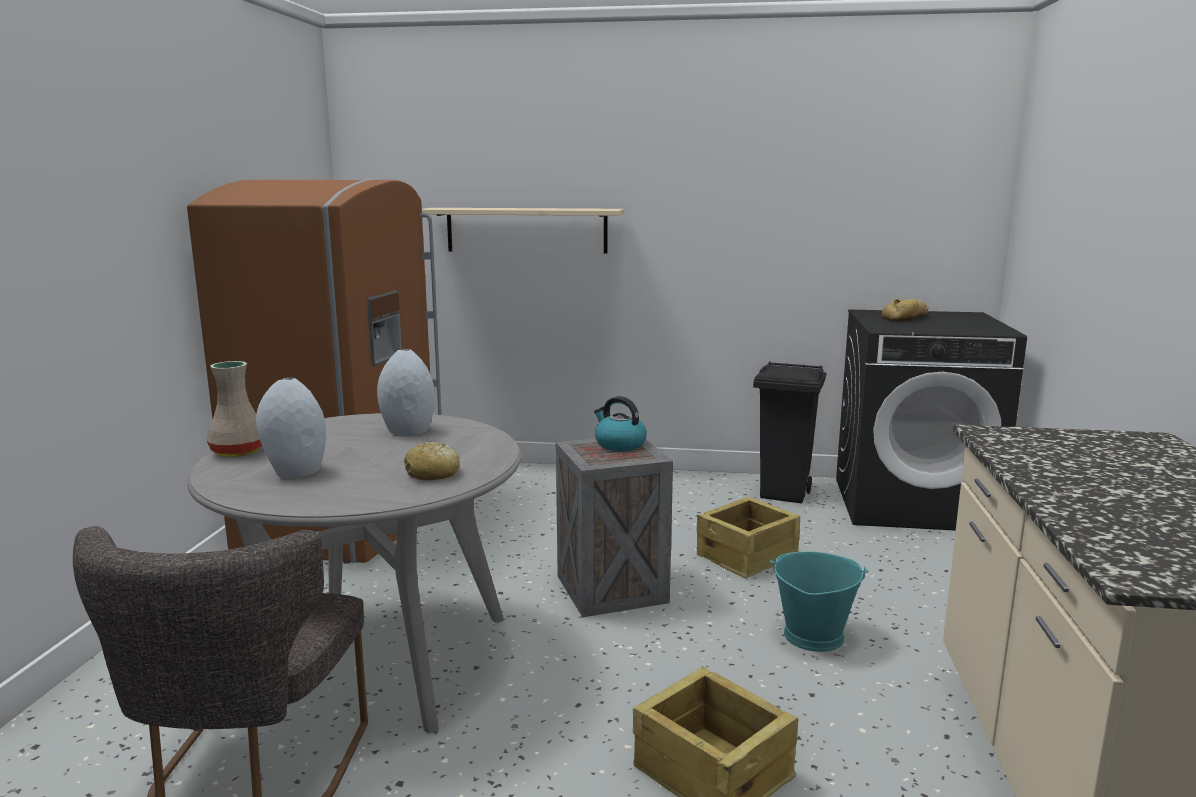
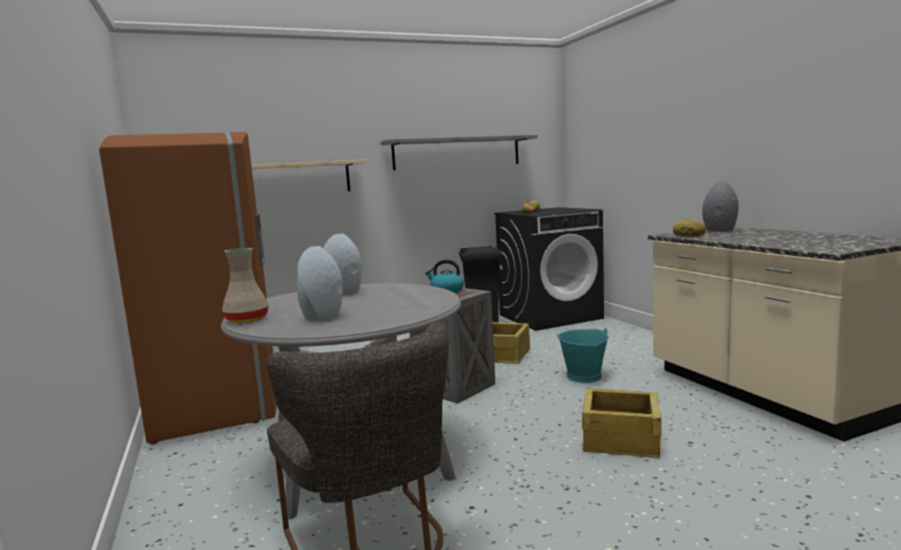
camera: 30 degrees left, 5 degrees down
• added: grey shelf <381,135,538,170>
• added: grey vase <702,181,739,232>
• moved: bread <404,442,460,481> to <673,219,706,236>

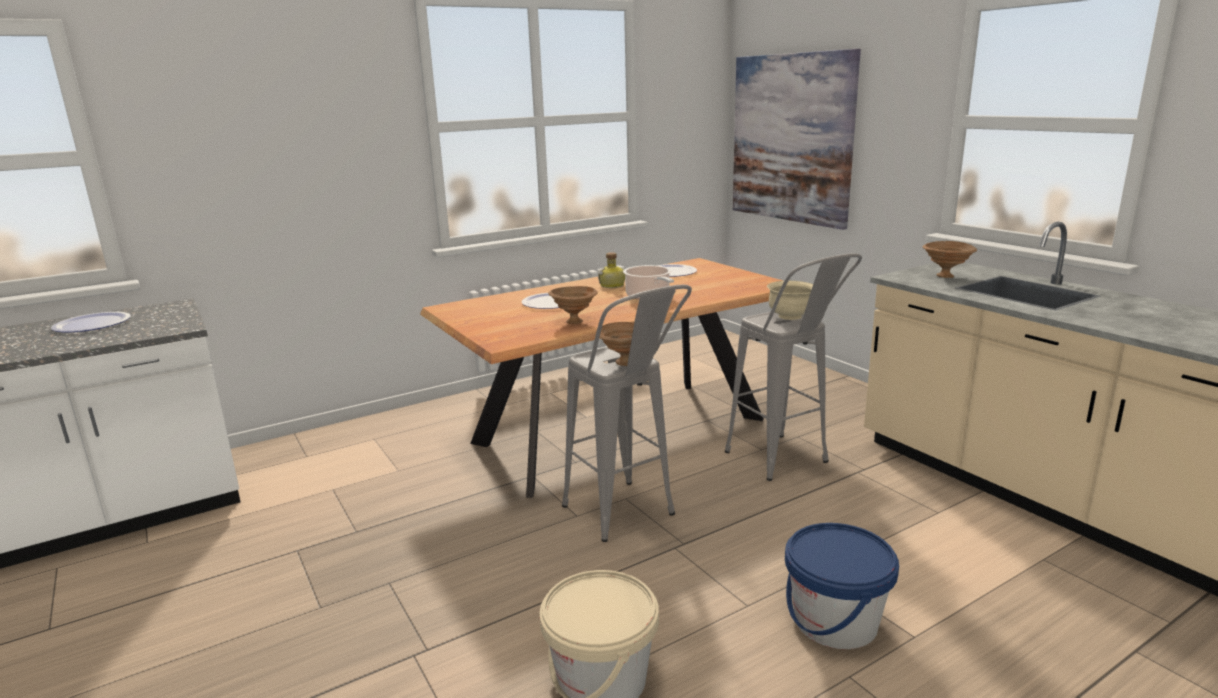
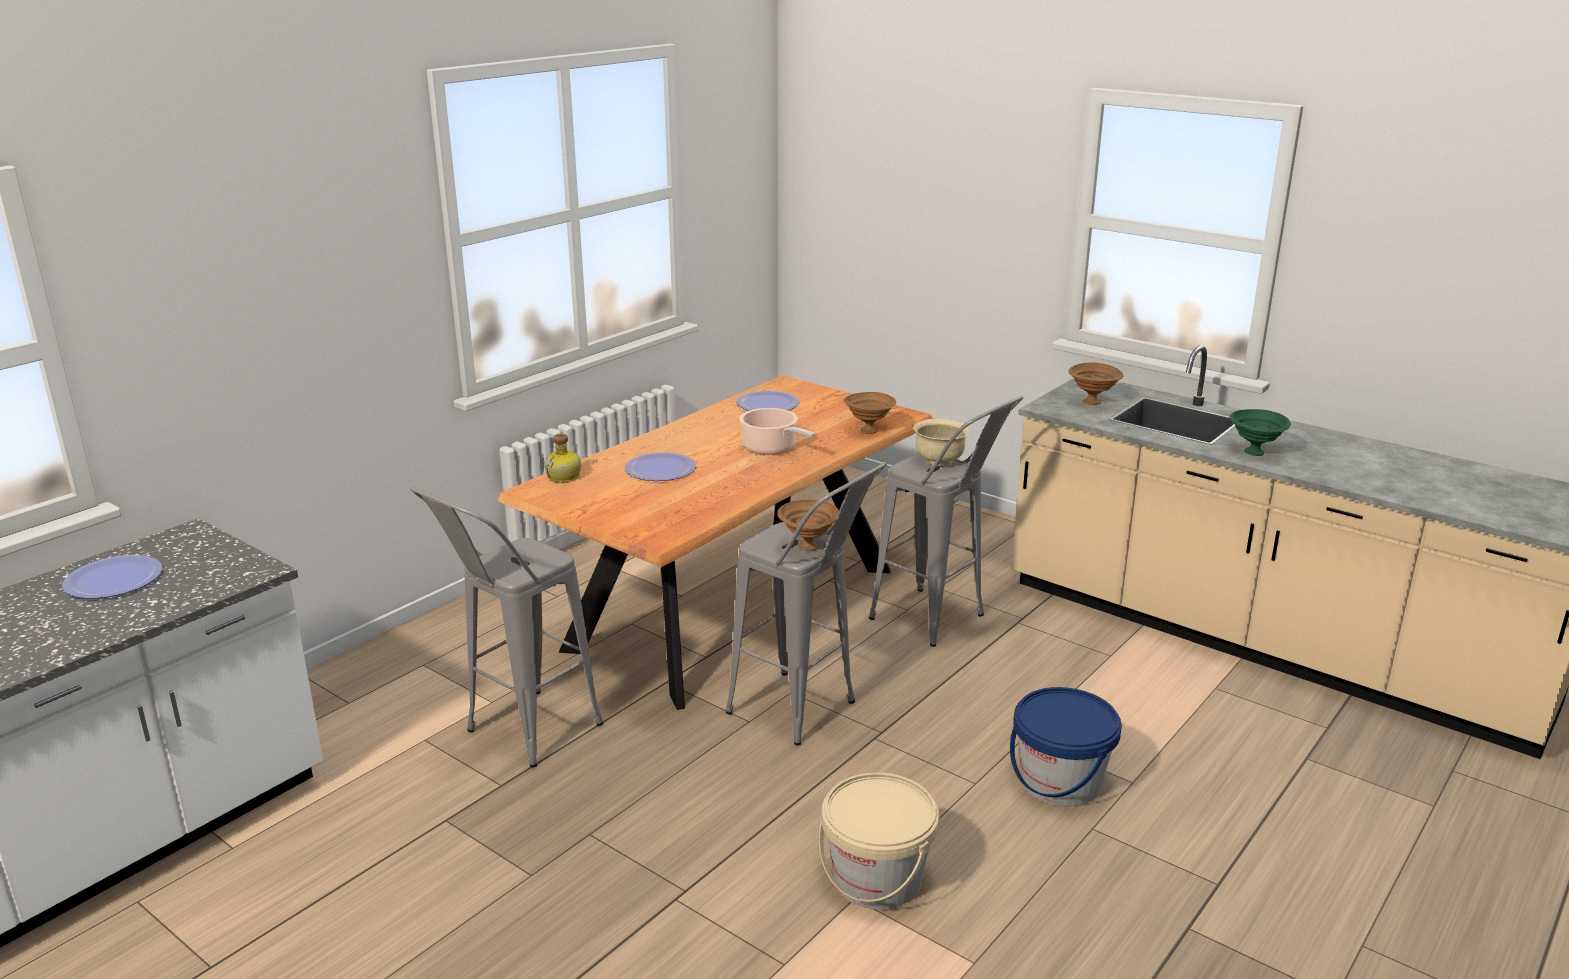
camera: 20 degrees left, 5 degrees up
• removed: picture <733,49,861,230>
• added: grey stool <410,487,603,768>
• added: green bowl <1229,409,1291,456>
• moved: brown bowl <548,286,598,324> to <844,392,896,434>
• moved: bottle <598,252,625,288> to <543,434,581,483>

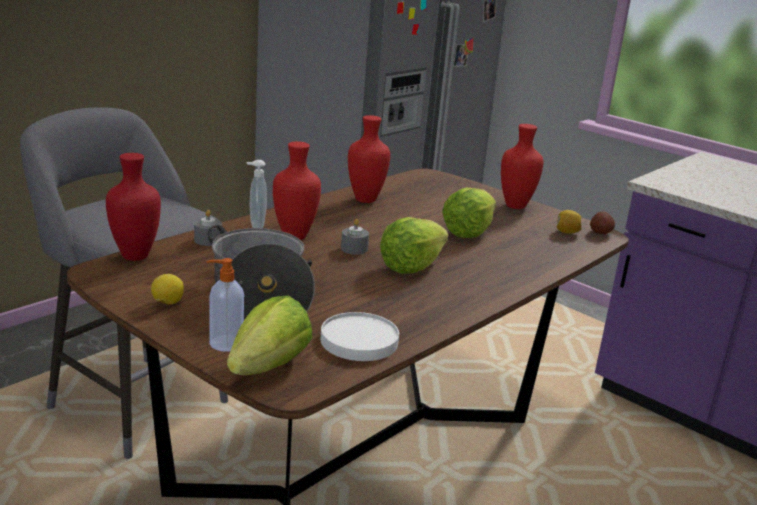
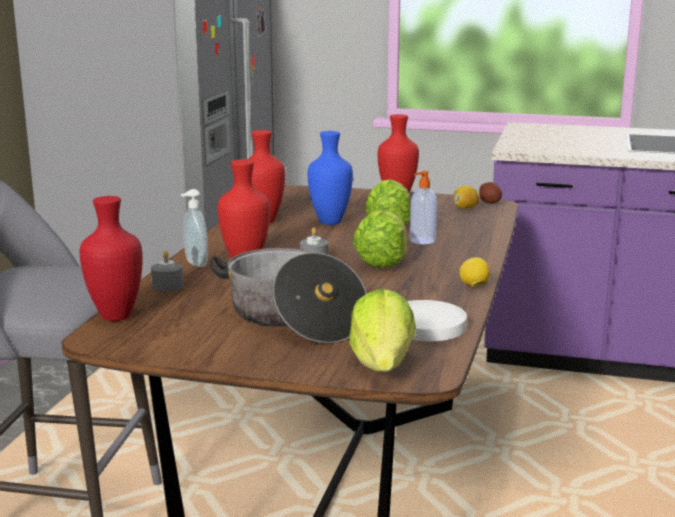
camera: 25 degrees left, 5 degrees down
• added: blue vase <307,131,353,225>
• moved: lemon <151,274,184,305> to <459,257,490,287>
• moved: soap dispenser <206,258,244,352> to <410,171,437,244>

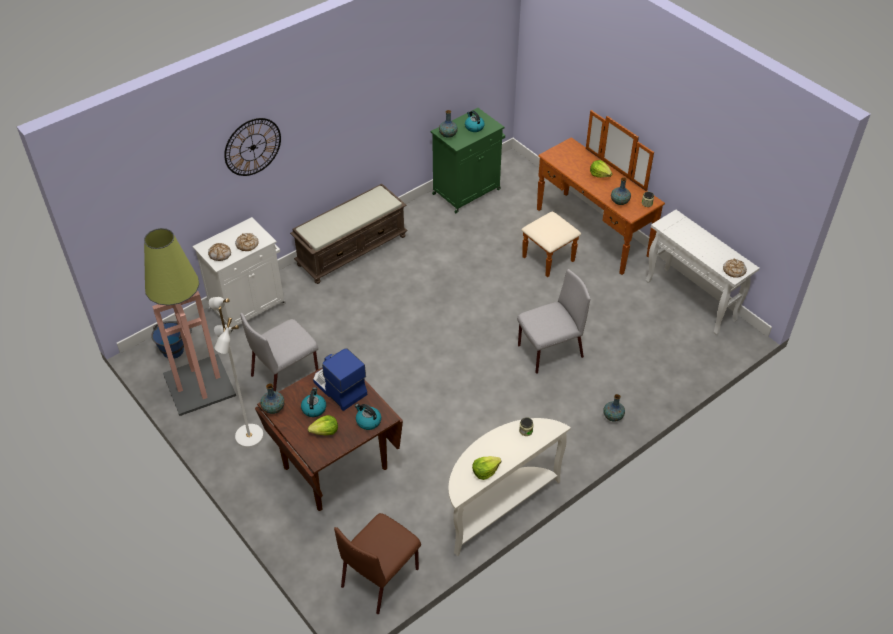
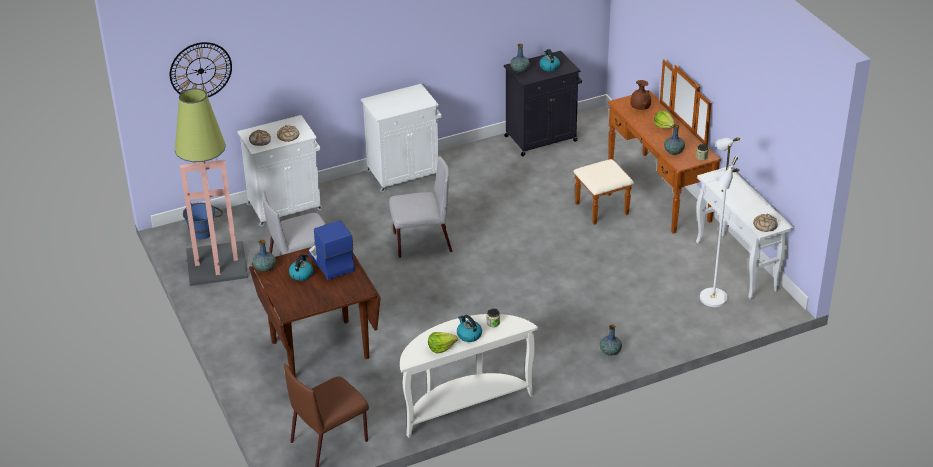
camera: 15 degrees right, 10 degrees down
• removed: lettuce <308,415,338,436>
• added: brown vase <630,80,651,110>
• moved: white floor lamp <209,297,264,448> to <700,137,740,307>
• moved: wall clock <224,118,281,176> to <170,42,232,97>
• moved: kettle <355,404,381,430> to <457,315,482,342>
• moved: grey chair <517,269,590,374> to <389,156,452,258>
• replaced: brown bench <290,184,408,284> to white cabinet <361,84,442,193>
• recoloured: green cabinet <431,108,505,213> to black cabinet <504,51,582,156>

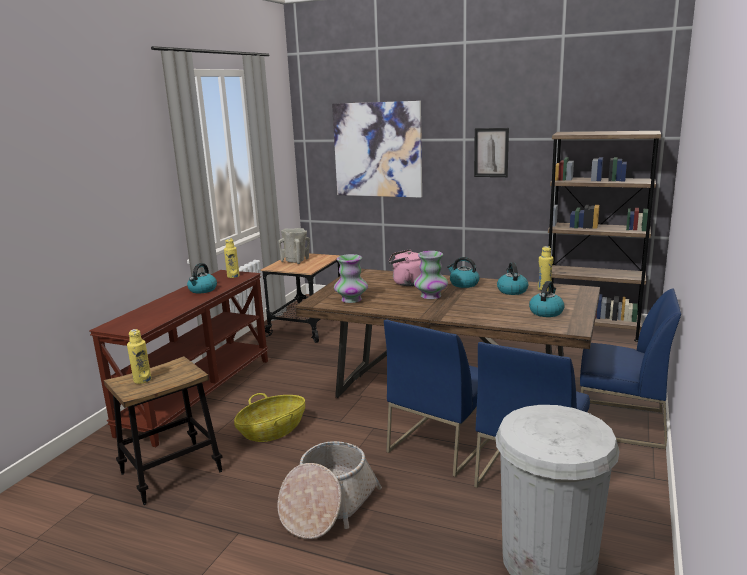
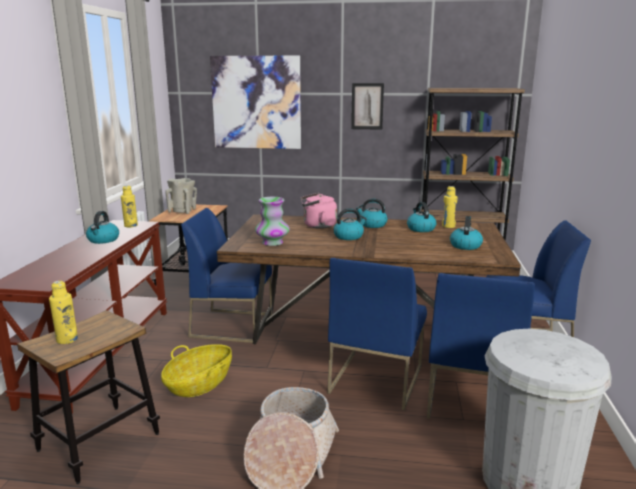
camera: 15 degrees left, 0 degrees up
• added: blue chair <181,208,272,343>
• replaced: vase <414,251,448,299> to kettle <333,208,367,240>

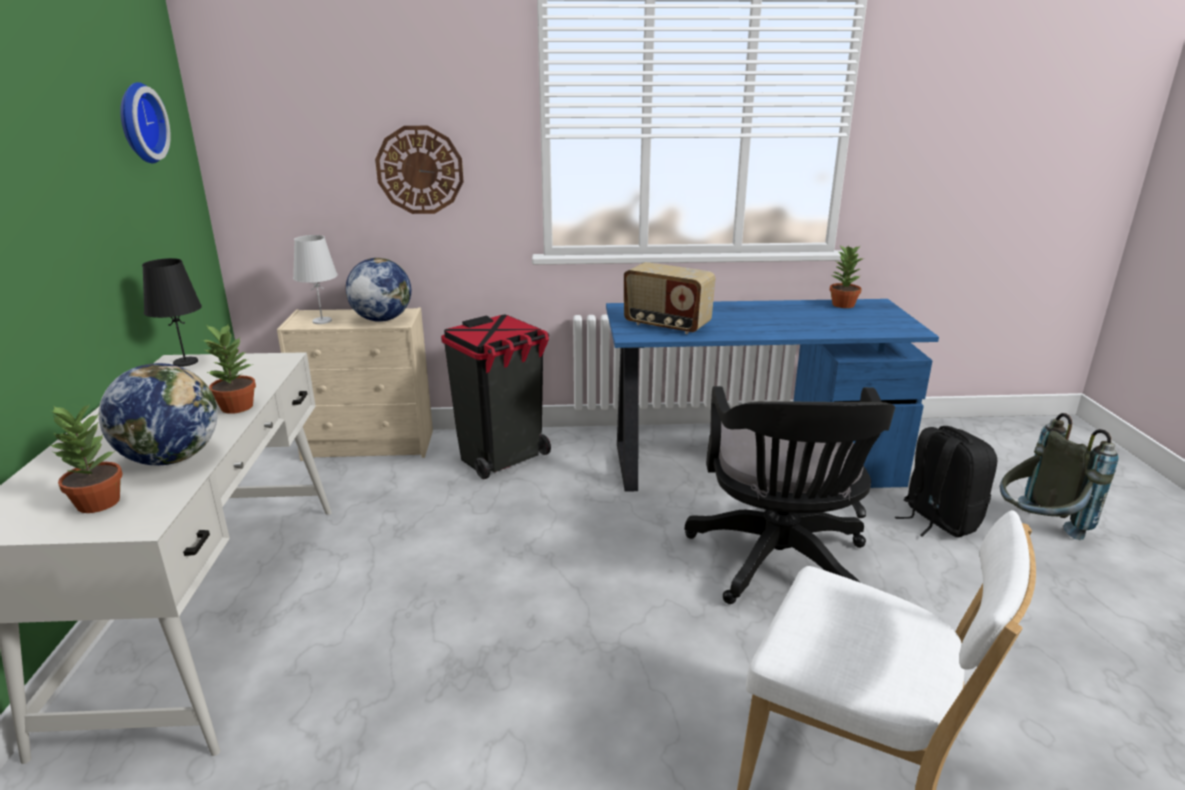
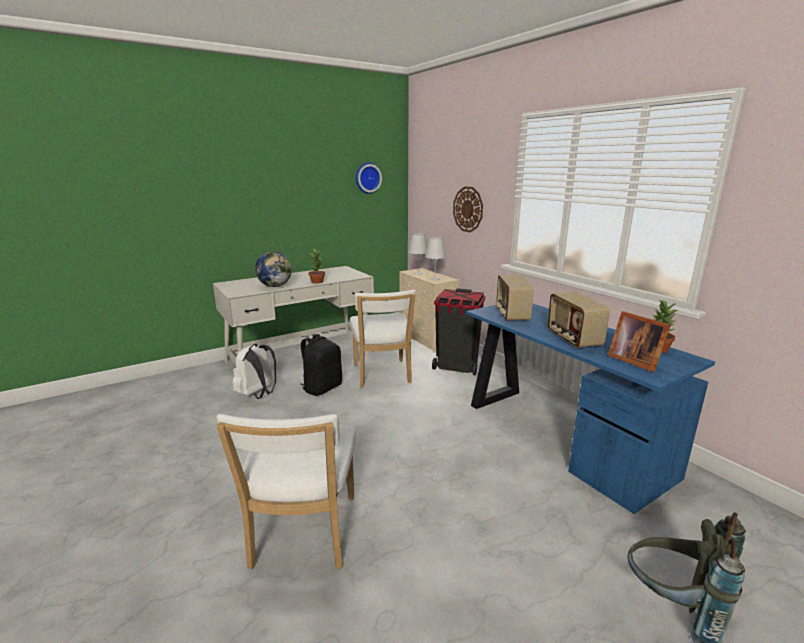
camera: 60 degrees right, 5 degrees down
• removed: potted plant <50,403,123,513>
• removed: black table lamp <142,258,202,367>
• removed: black office chair <685,386,895,604>
• added: white backpack <233,344,276,399>
• added: white chair <350,290,416,387>
• added: radio <548,292,610,348>
• added: picture frame <608,311,671,372>
• moved: black backpack <895,426,997,537> to <300,334,342,396>
• replaced: globe <346,258,411,322> to white table lamp <425,237,446,280>

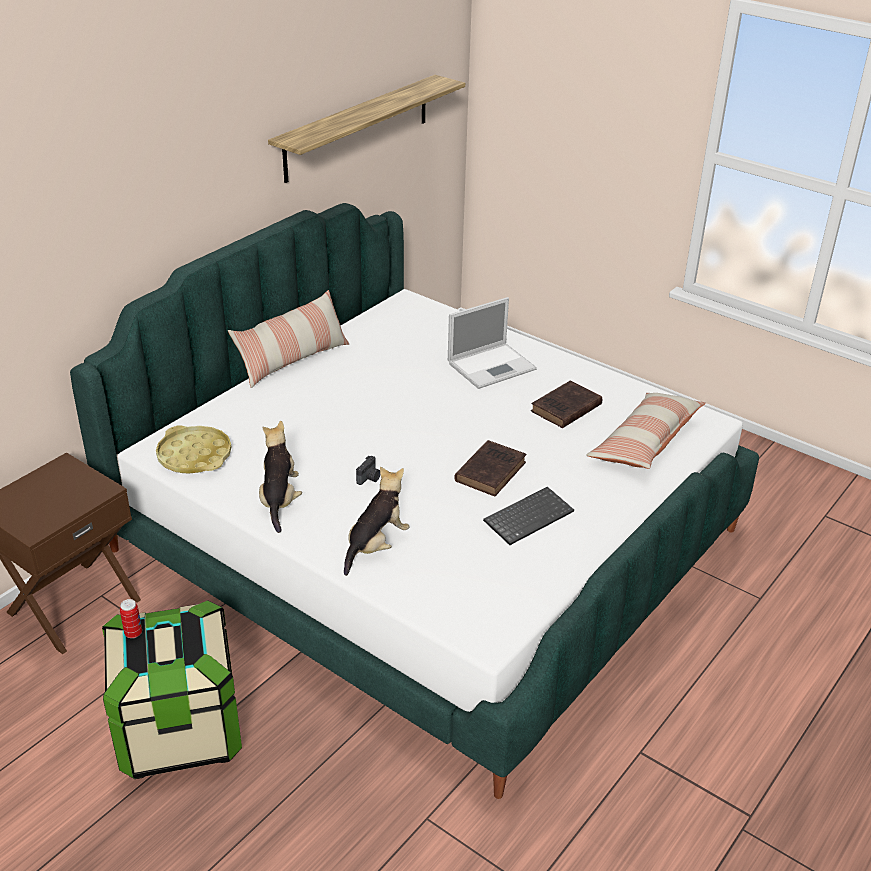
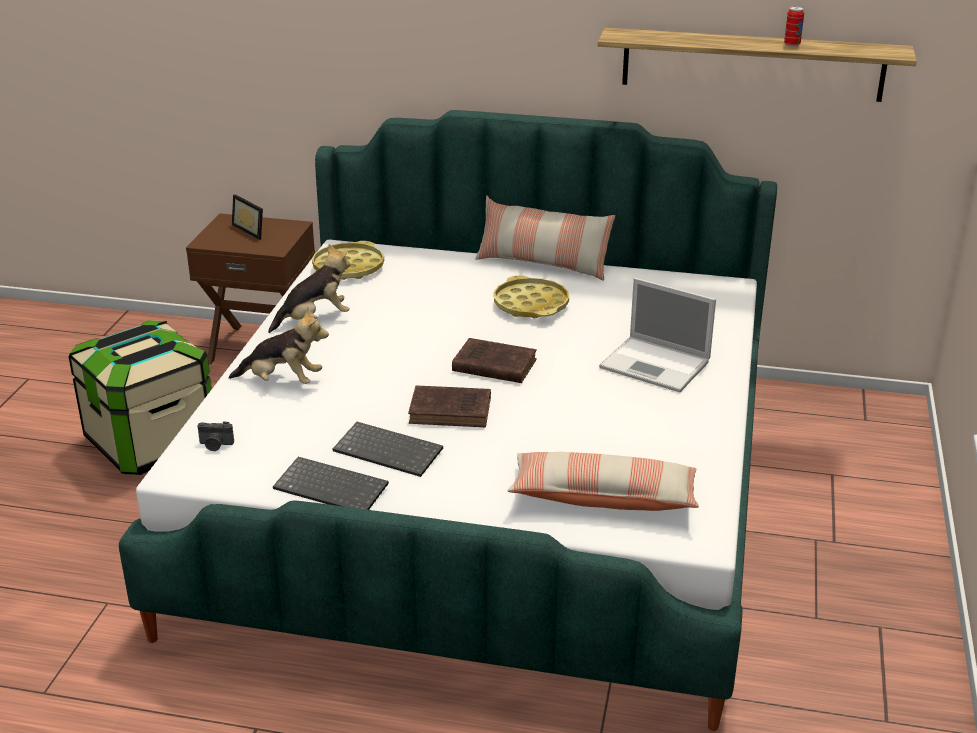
camera: 65 degrees right, 5 degrees down
• added: picture frame <232,194,263,240>
• added: keyboard <273,457,389,510>
• added: yellow tray <494,275,569,318>
• moved: can <120,599,142,638> to <784,6,804,47>
• moved: photo camera <356,456,380,485> to <198,421,234,451>
• moved: brown book <531,381,602,428> to <452,338,537,383>

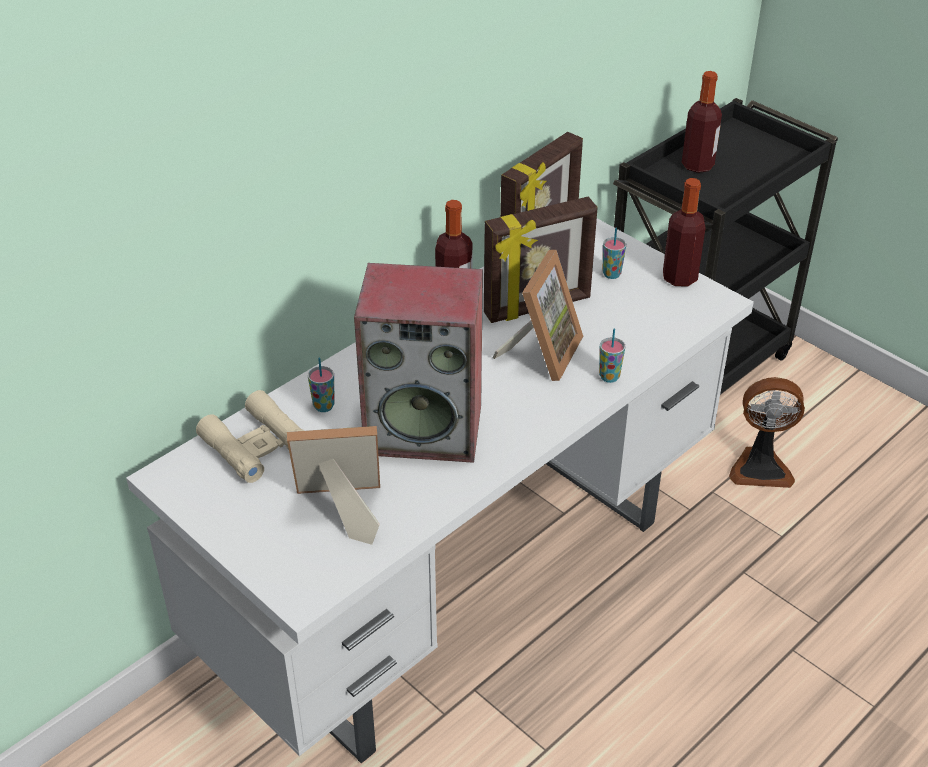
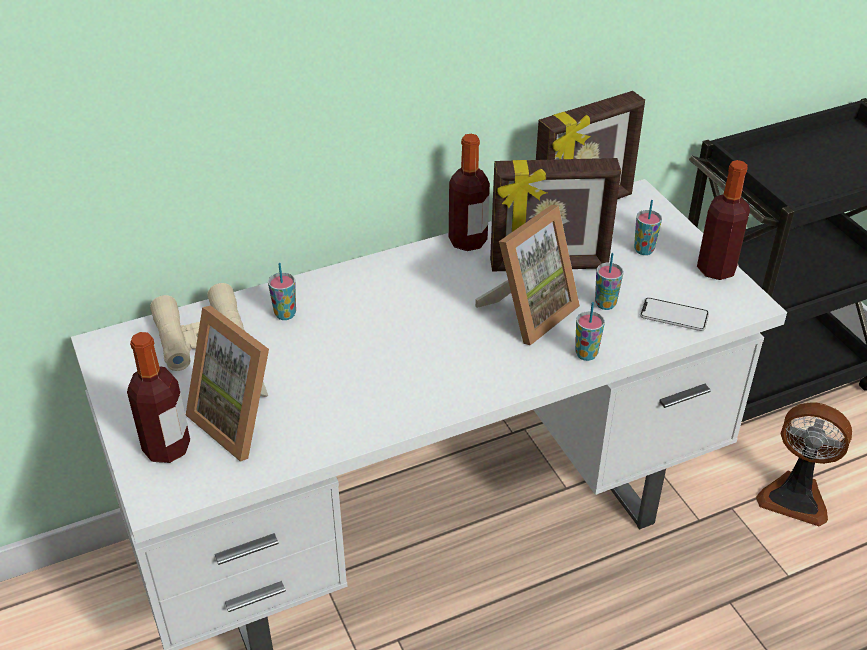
camera: 20 degrees right, 0 degrees up
• removed: speaker <354,263,483,463>
• added: cup <595,253,624,310>
• added: phone <640,298,709,331>
• moved: bottle <682,71,722,173> to <127,332,190,463>
• turned: picture frame <287,426,380,545> = <186,305,269,462> 150 degrees counterclockwise

